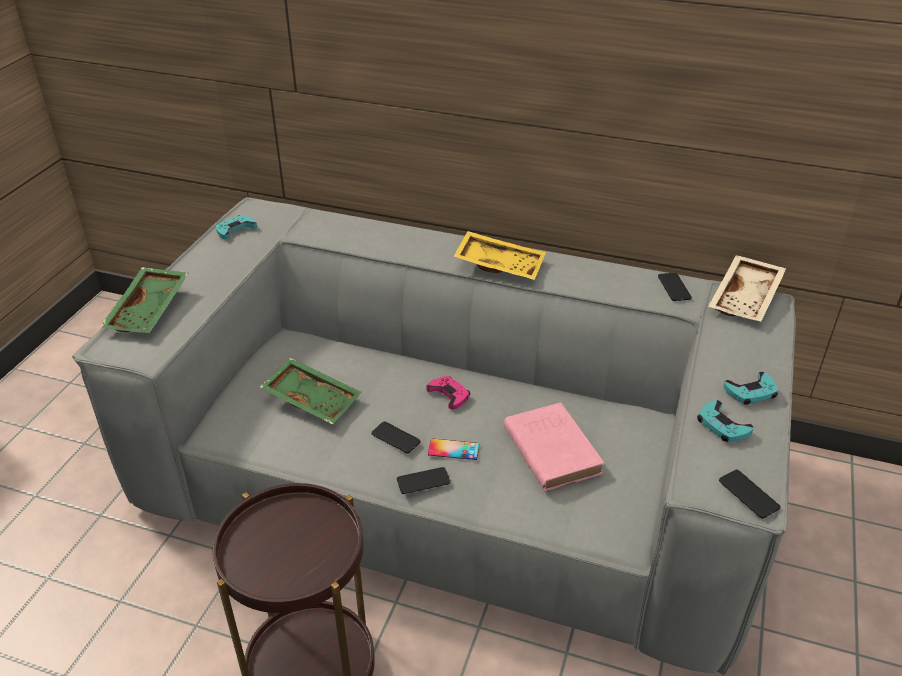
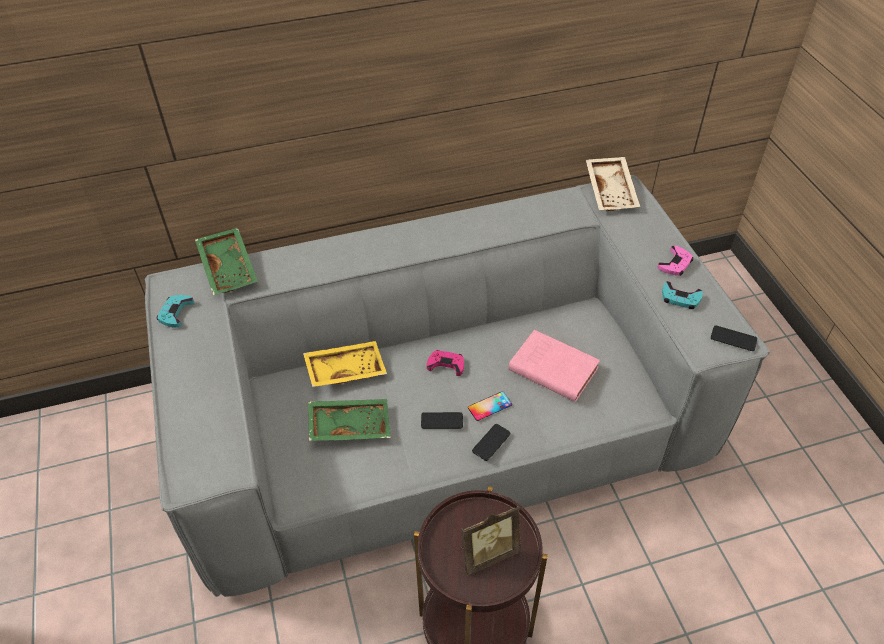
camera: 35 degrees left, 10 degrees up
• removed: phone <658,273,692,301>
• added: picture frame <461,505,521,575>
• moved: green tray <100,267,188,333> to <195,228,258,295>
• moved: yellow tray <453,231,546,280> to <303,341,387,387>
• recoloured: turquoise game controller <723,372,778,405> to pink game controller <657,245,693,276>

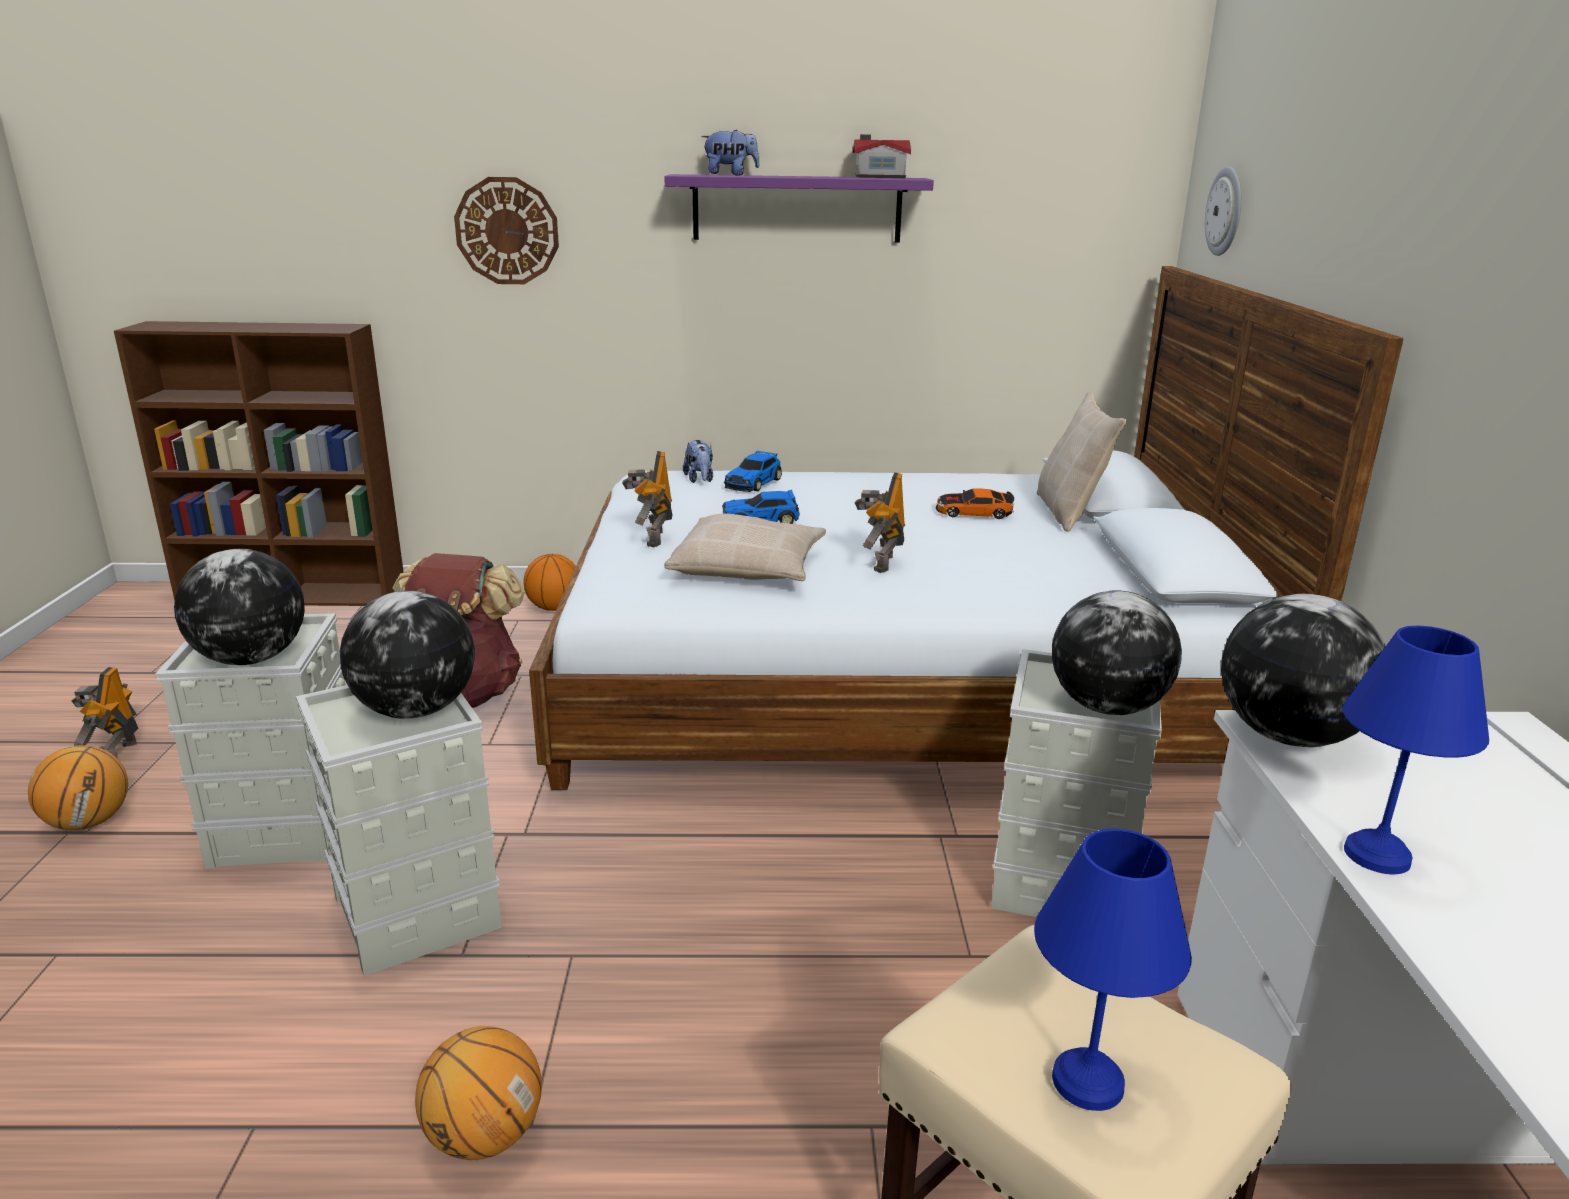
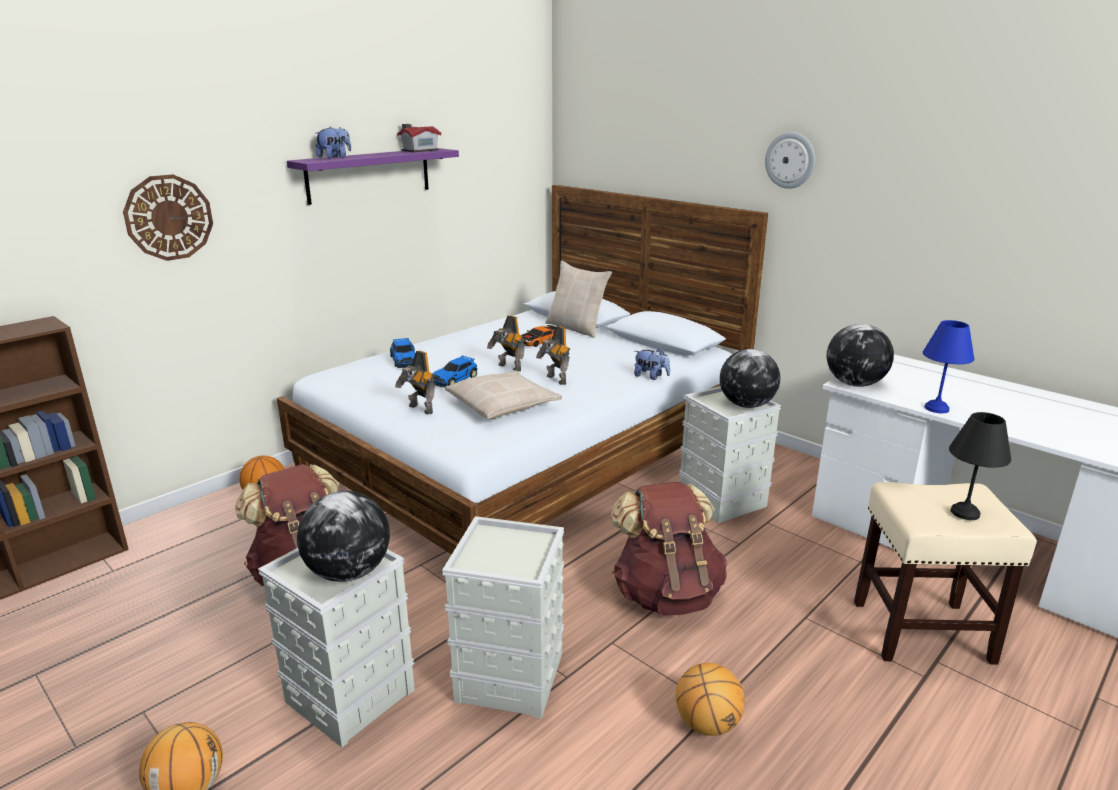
camera: 45 degrees left, 0 degrees up
• removed: globe <340,591,475,719>
• added: brown backpack <611,482,727,616>
• moved: toy robot <71,667,139,759> to <487,315,525,371>
• moved: plush toy <683,440,713,483> to <634,348,670,380>
• moved: wall clock <1205,167,1242,256> to <765,132,815,189>
• recoloured: blue table lamp <1034,828,1192,1111> to black table lamp <949,412,1011,520>

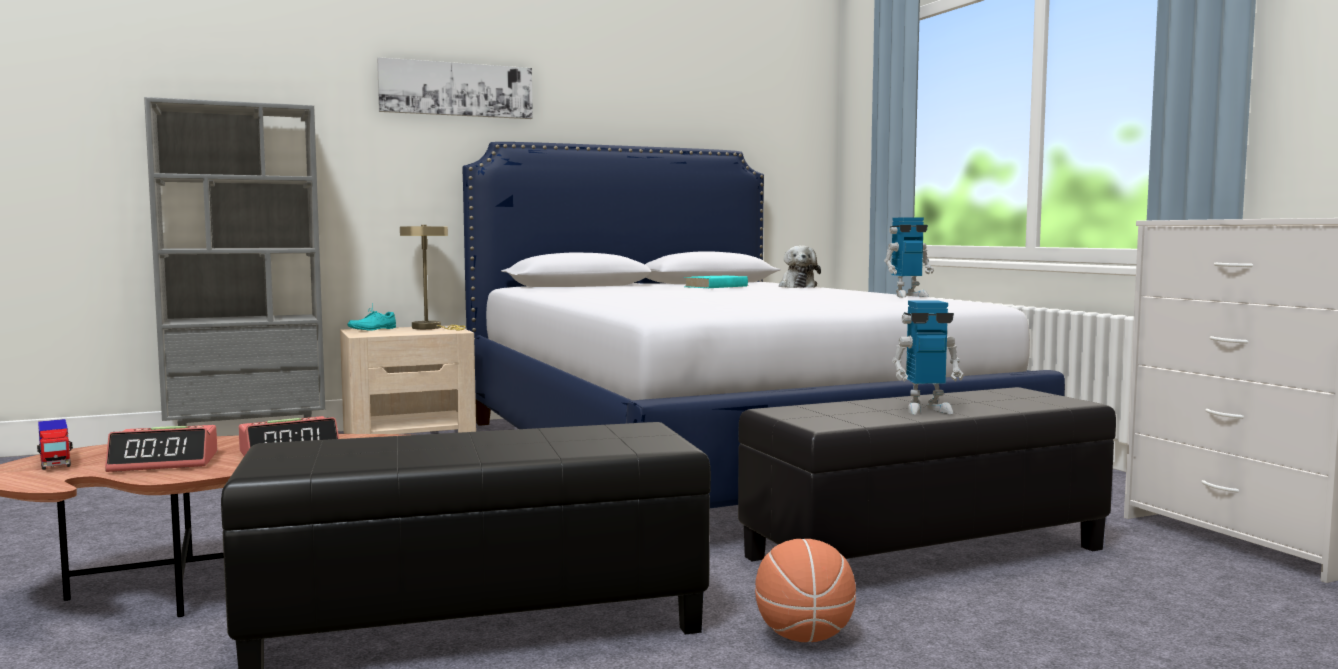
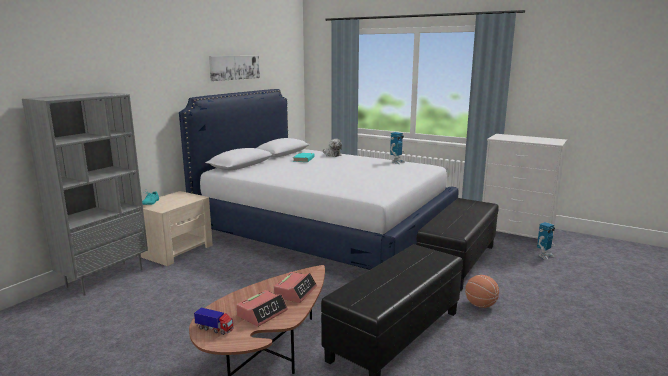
camera: 35 degrees left, 10 degrees up
• removed: beige table lamp <400,225,466,330>
• moved: picture <377,57,533,119> to <209,56,260,81>
• moved: toy robot <892,301,964,415> to <537,222,555,260>

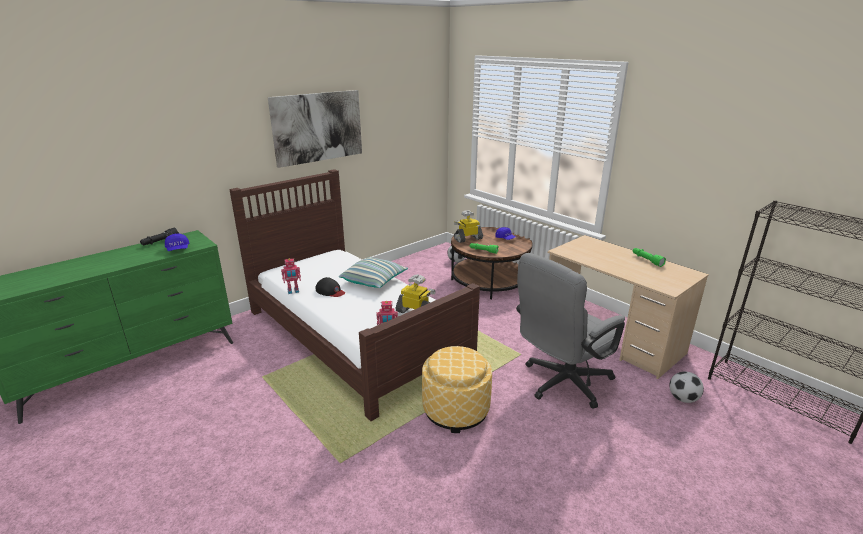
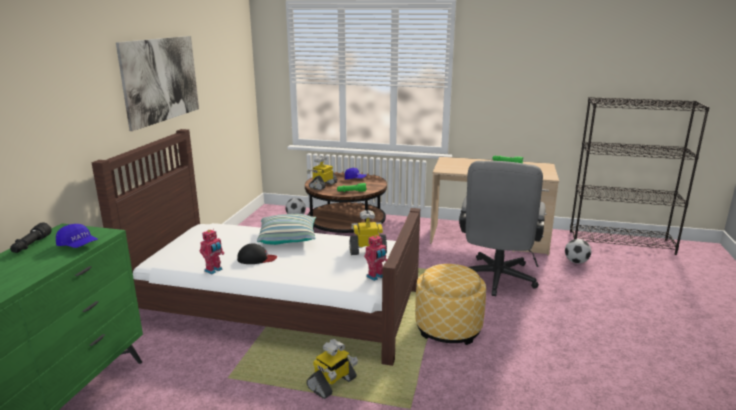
camera: 35 degrees left, 5 degrees down
• added: toy robot <306,339,358,399>

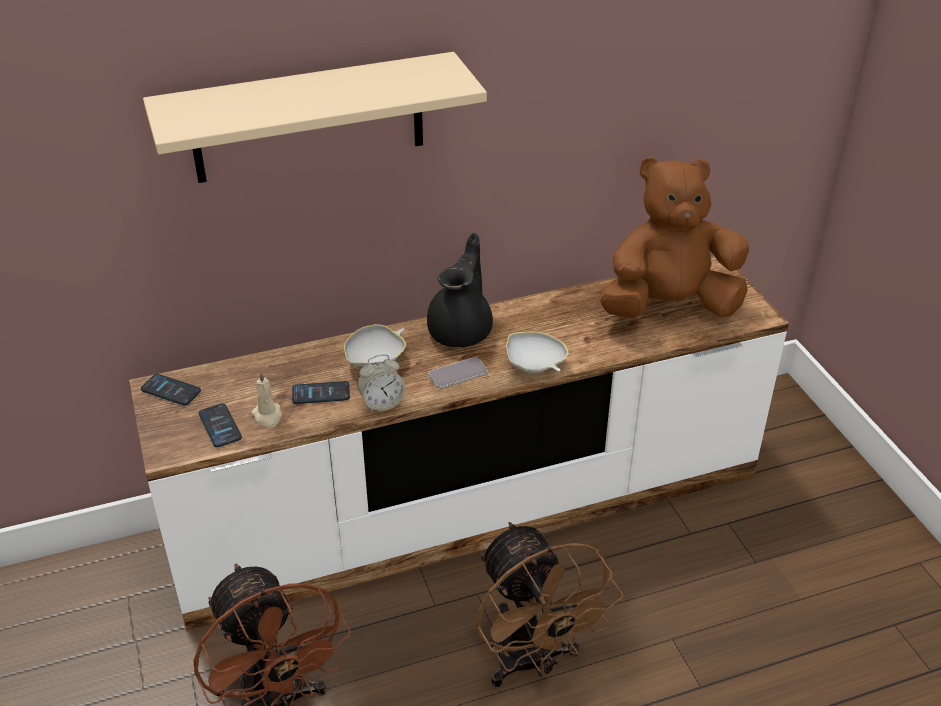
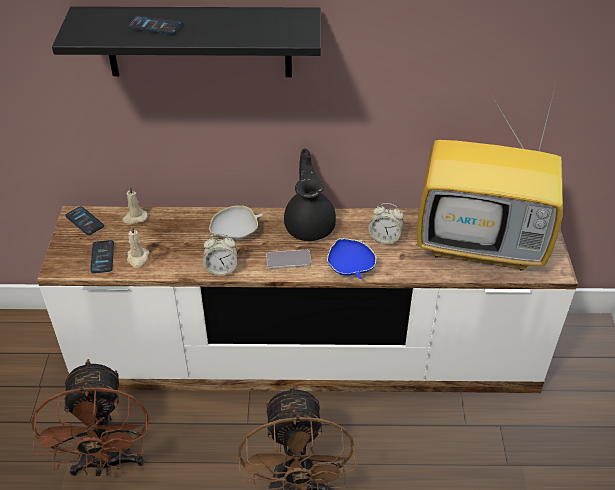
camera: 20 degrees right, 5 degrees up
• added: beige candle <122,186,148,224>
• added: alarm clock <369,203,404,244>
• moved: phone <292,381,350,404> to <127,16,183,35>
• replaced: brown plush toy <599,157,749,318> to television <417,88,563,270>
• recoloured: beige shelf <143,52,487,183> to black shelf <52,6,321,77>
• recoloured: white bowl <506,331,568,373> to blue bowl <327,238,377,279>
• turned: black teapot <427,233,493,347> = <284,149,336,241> 45 degrees counterclockwise

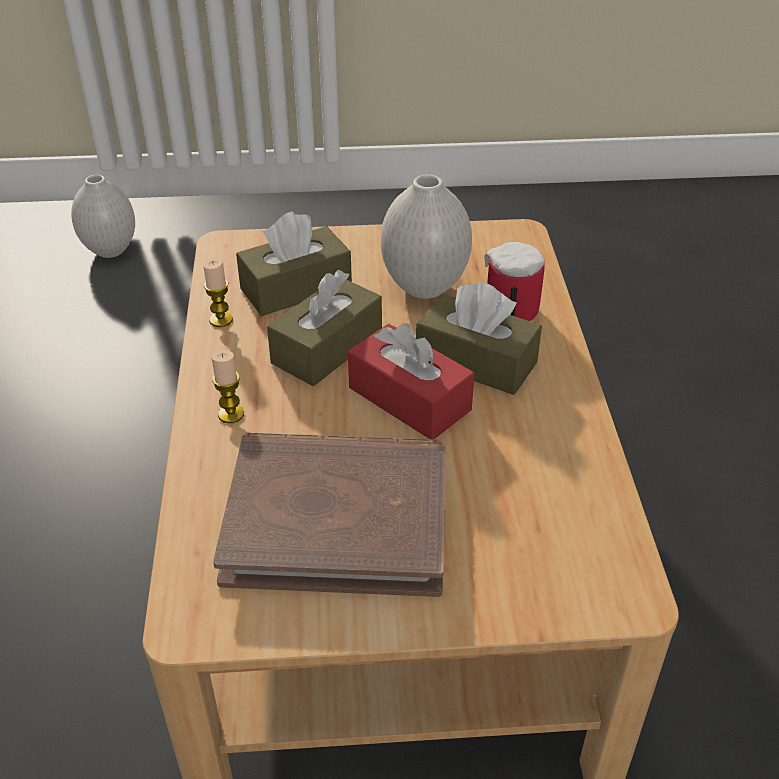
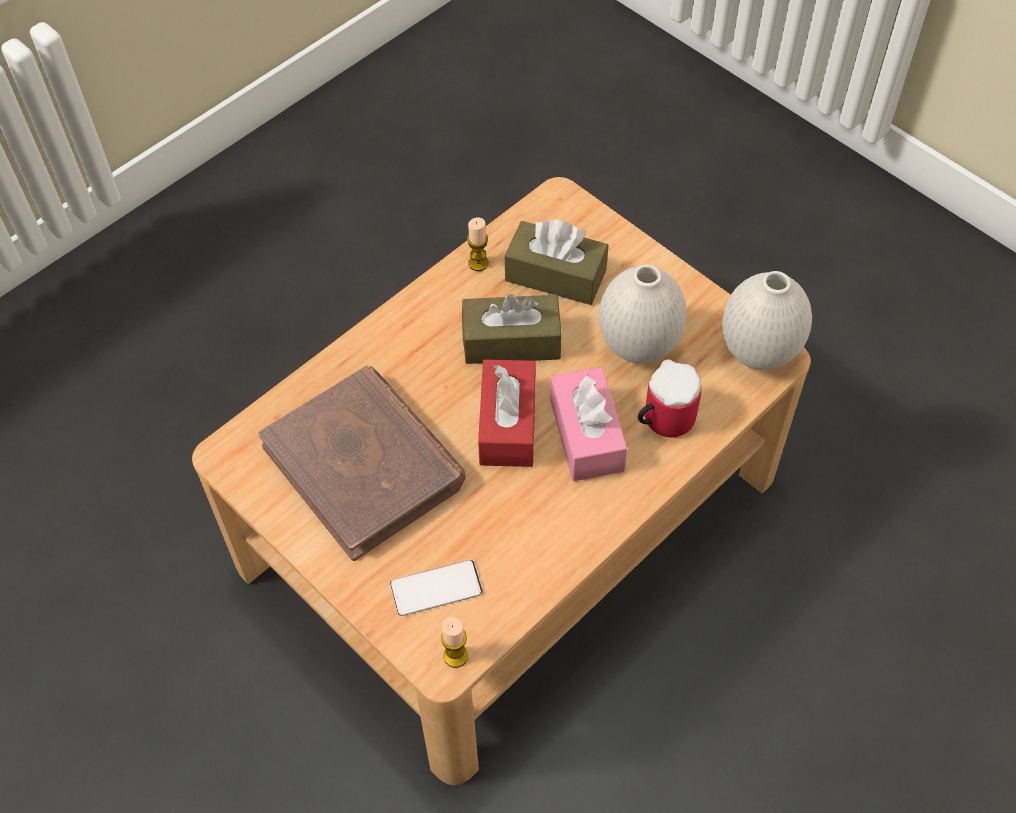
camera: 50 degrees right, 15 degrees up
• added: phone <390,560,483,616>
• moved: white vase <71,175,135,258> to <722,271,812,370>
• moved: candle <211,350,244,423> to <441,617,468,668>
• recoloured: brown tissue box <416,282,542,395> to pink tissue box <550,367,627,481>

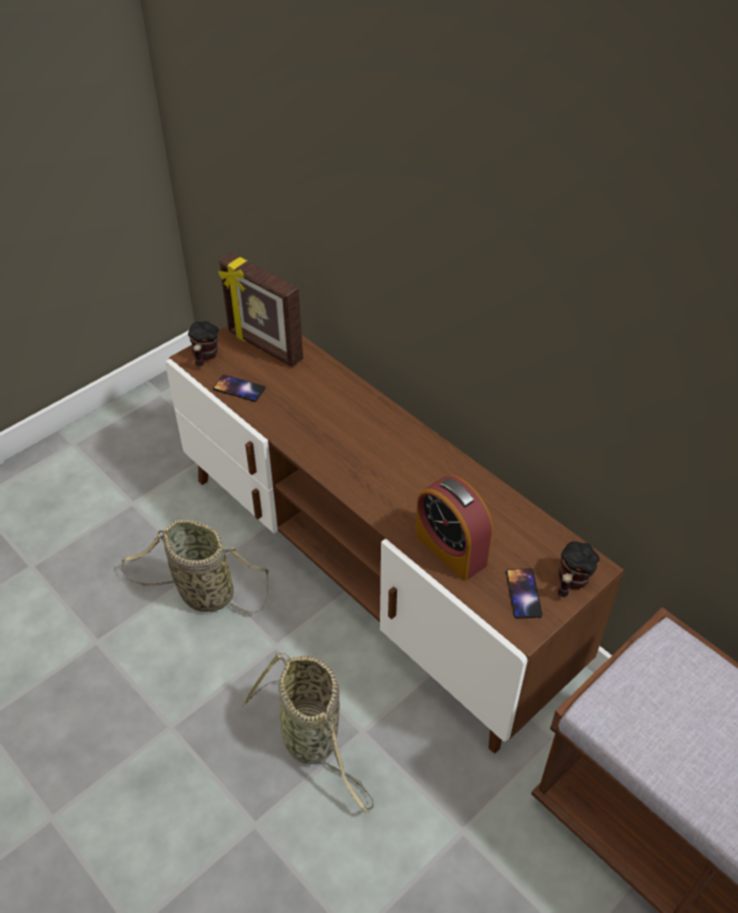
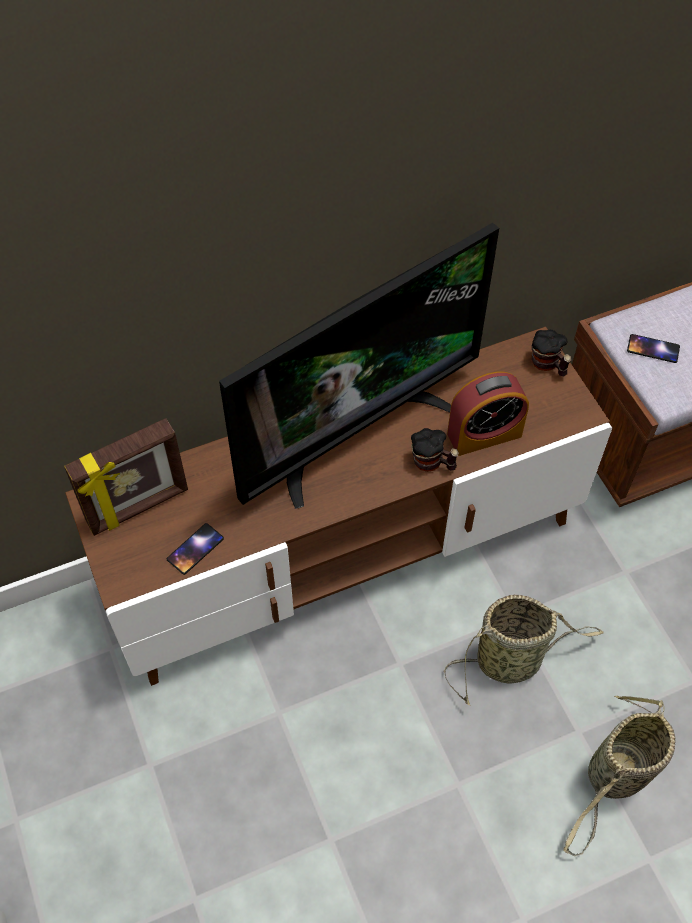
camera: 70 degrees left, 10 degrees up
• added: television <219,223,499,509>
• moved: basket <121,520,269,614> to <564,696,675,856>
• moved: mug <188,321,219,366> to <411,428,459,472>
• moved: phone <506,568,542,619> to <627,334,680,363>

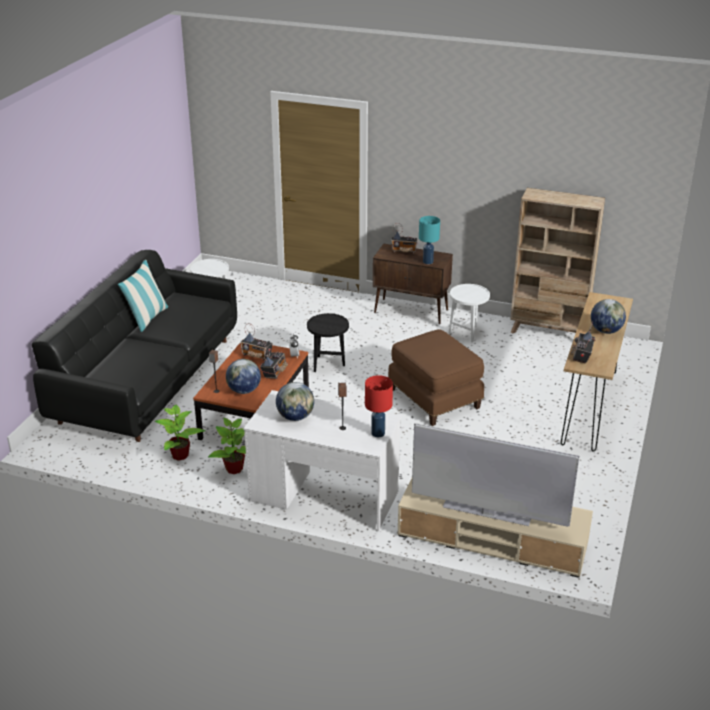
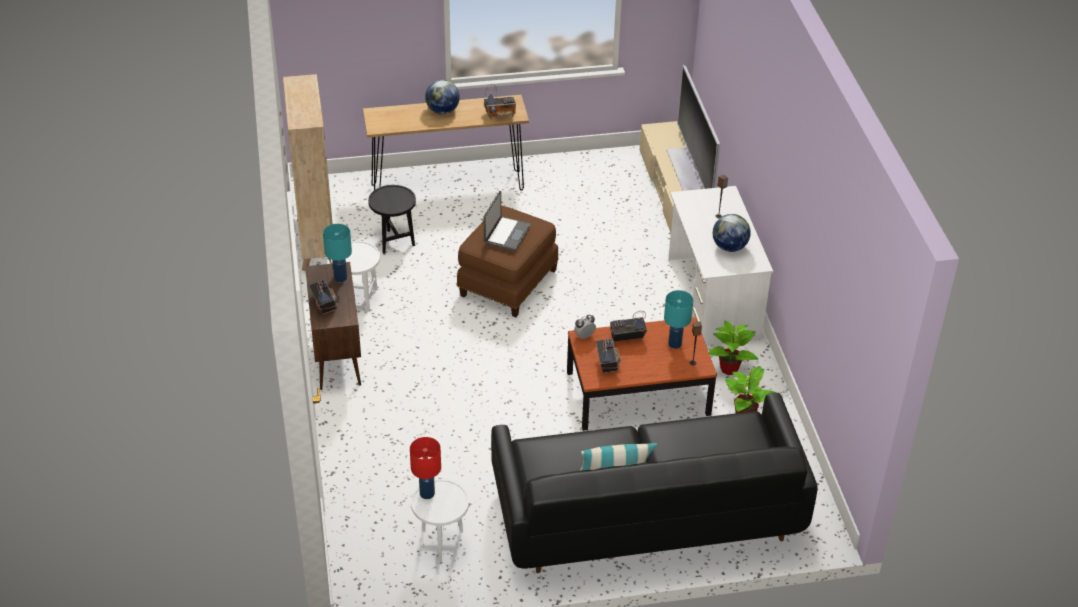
camera: 120 degrees left, 10 degrees up
• added: laptop <484,191,531,251>
• moved: black side table <307,313,349,372> to <368,185,416,254>
• moved: red table lamp <365,375,393,437> to <410,437,441,499>
• replaced: globe <226,359,261,394> to turquoise table lamp <664,290,693,349>

